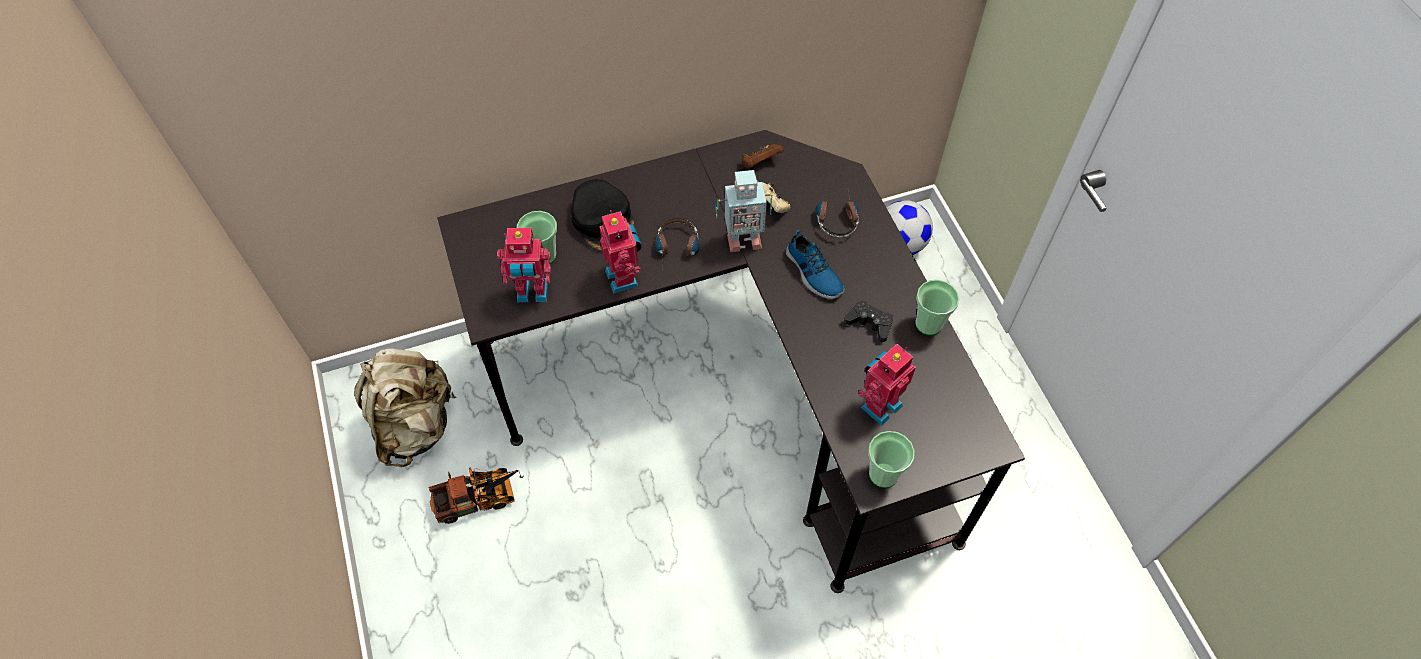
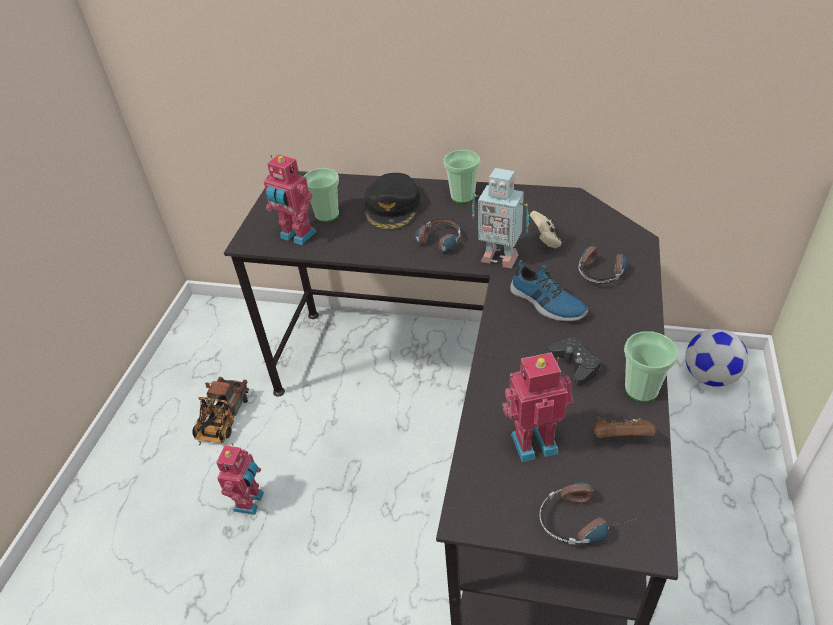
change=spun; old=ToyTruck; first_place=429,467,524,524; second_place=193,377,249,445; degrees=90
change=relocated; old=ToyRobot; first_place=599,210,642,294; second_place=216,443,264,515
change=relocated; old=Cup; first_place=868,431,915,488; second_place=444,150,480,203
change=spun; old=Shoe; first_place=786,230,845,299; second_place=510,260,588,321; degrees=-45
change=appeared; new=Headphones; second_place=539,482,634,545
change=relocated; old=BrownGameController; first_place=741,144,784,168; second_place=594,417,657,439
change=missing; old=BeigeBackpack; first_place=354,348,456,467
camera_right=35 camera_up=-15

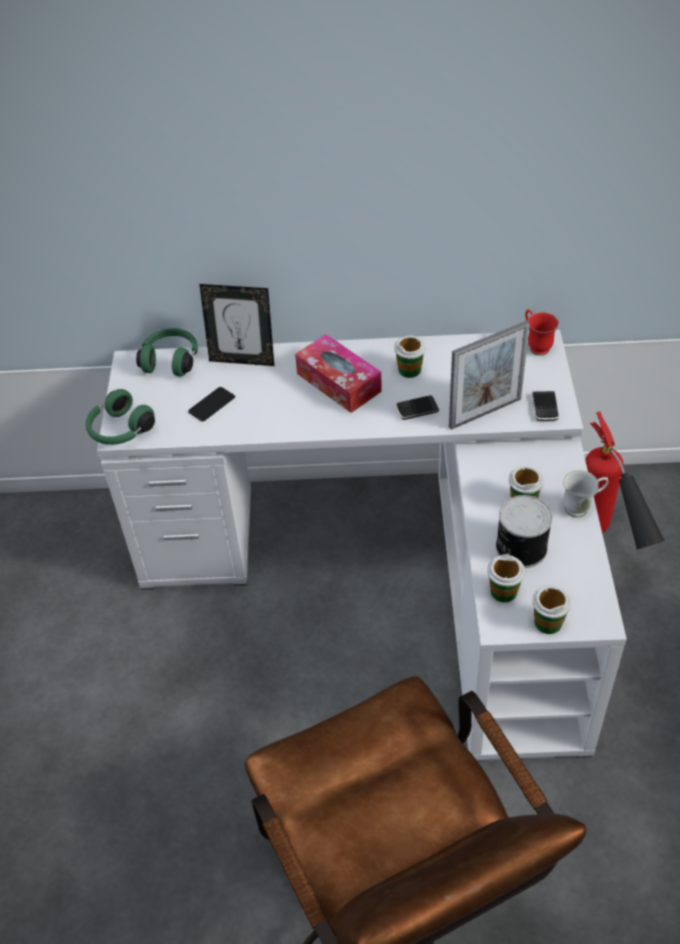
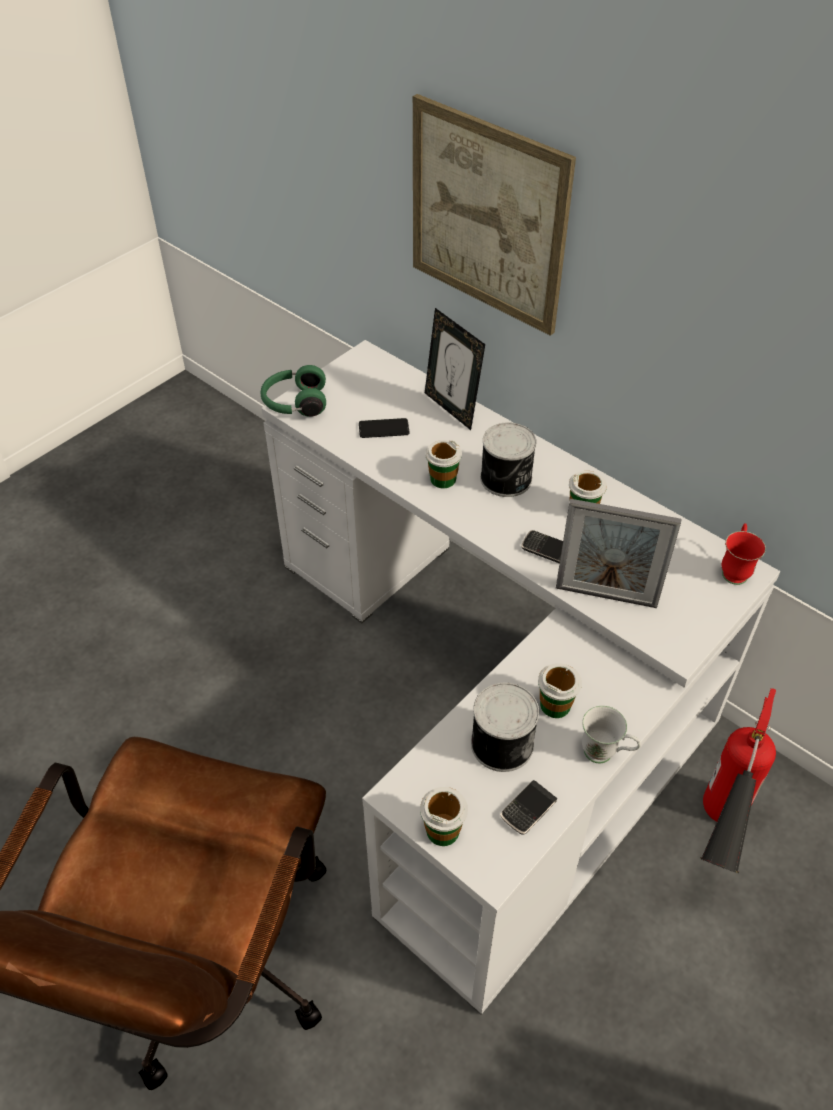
change=appeared; new=Picture; second_place=413,94,576,336
change=relocated; old=Cup; first_place=487,554,525,603; second_place=425,440,462,488
change=exchanged; old=TissueBox; new=Can; first_place=295,334,382,413; second_place=480,422,536,497
change=relocated; old=Phone; first_place=532,391,559,421; second_place=500,780,557,835
change=missing; old=GreenHeadphones; first_place=136,328,198,376
camera_right=40 camera_up=0

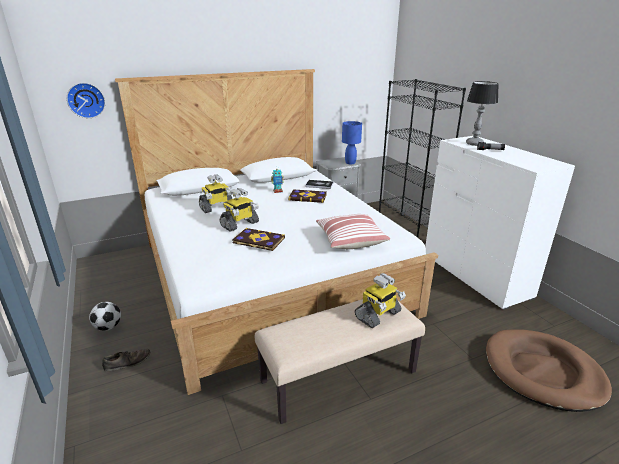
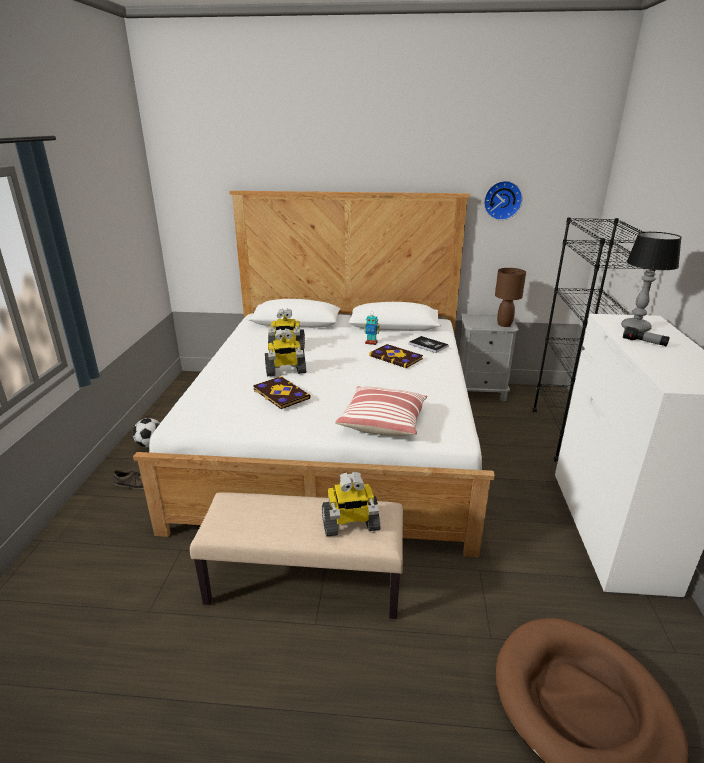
change=relocated; old=WallClock; first_place=67,83,105,118; second_place=484,181,523,220
change=colour; old=BlueTableLamp; new=BrownTableLamp; first_place=342,121,362,164; second_place=495,268,526,327
camera_right=30 camera_up=0

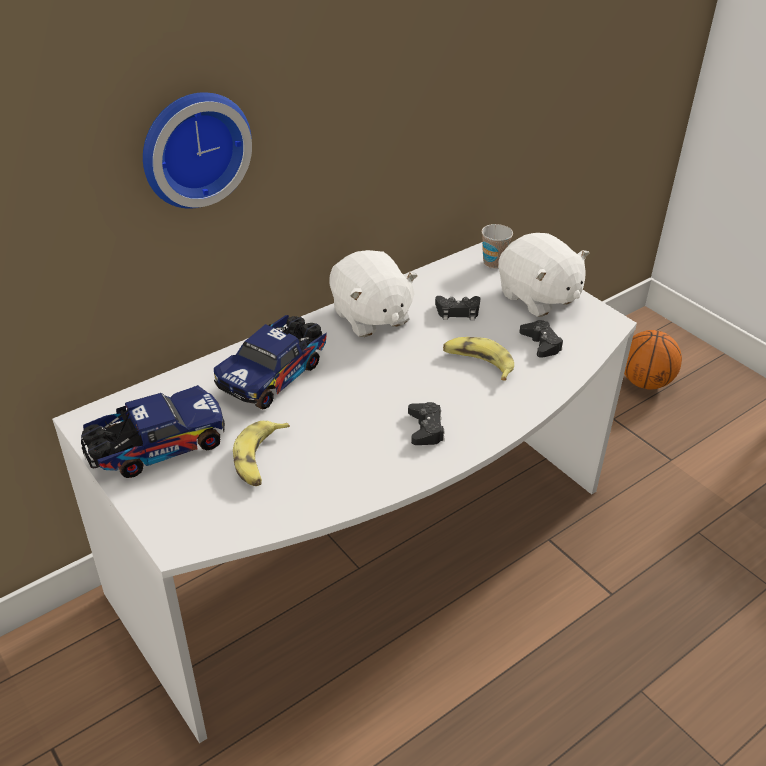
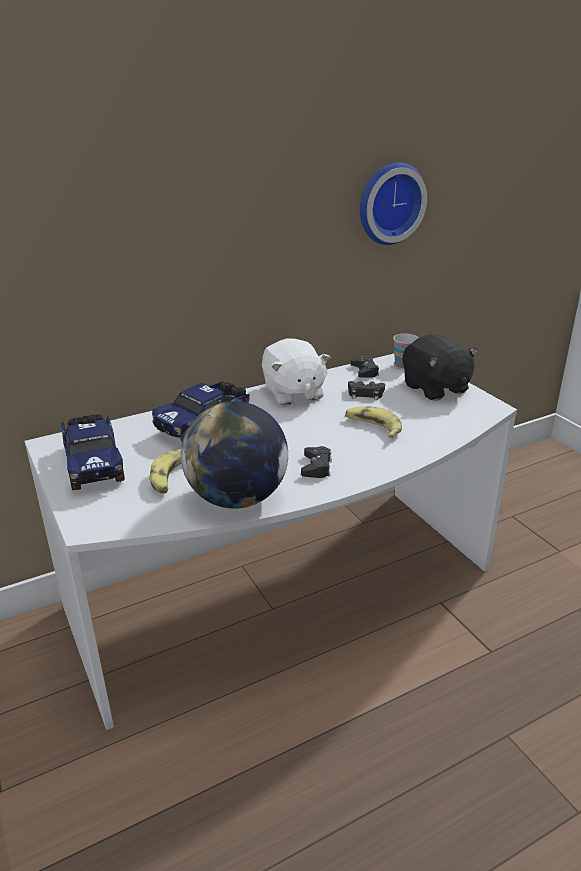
change=spun; old=ToyTruck; first_place=81,385,225,478; second_place=61,414,125,490; degrees=90
change=appeared; new=Globe; second_place=181,401,288,509
change=relocated; old=BlackGameController; first_place=519,320,563,358; second_place=351,356,379,378
change=relocated; old=WallClock; first_place=143,92,252,209; second_place=360,162,427,245
change=colour; old=WhitePlushToy; new=BlackPlushToy; first_place=498,233,589,317; second_place=403,334,478,401
change=missing; old=Basketball; first_place=624,330,682,389
camera_right=10 camera_up=-10

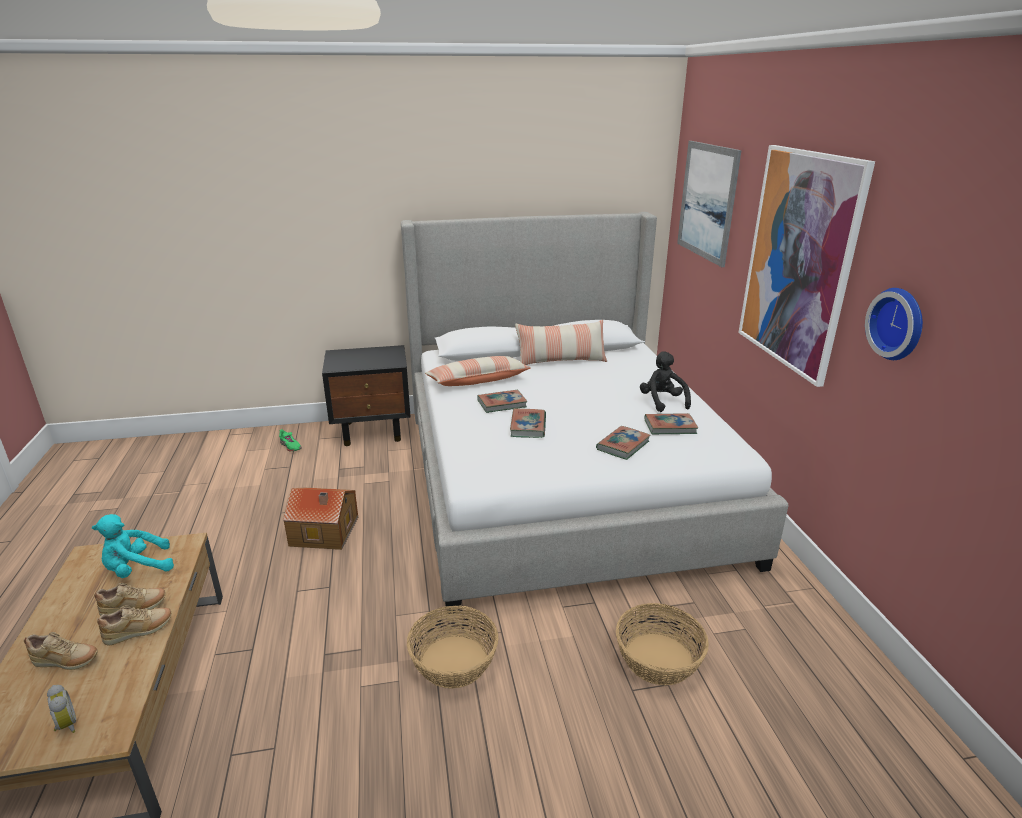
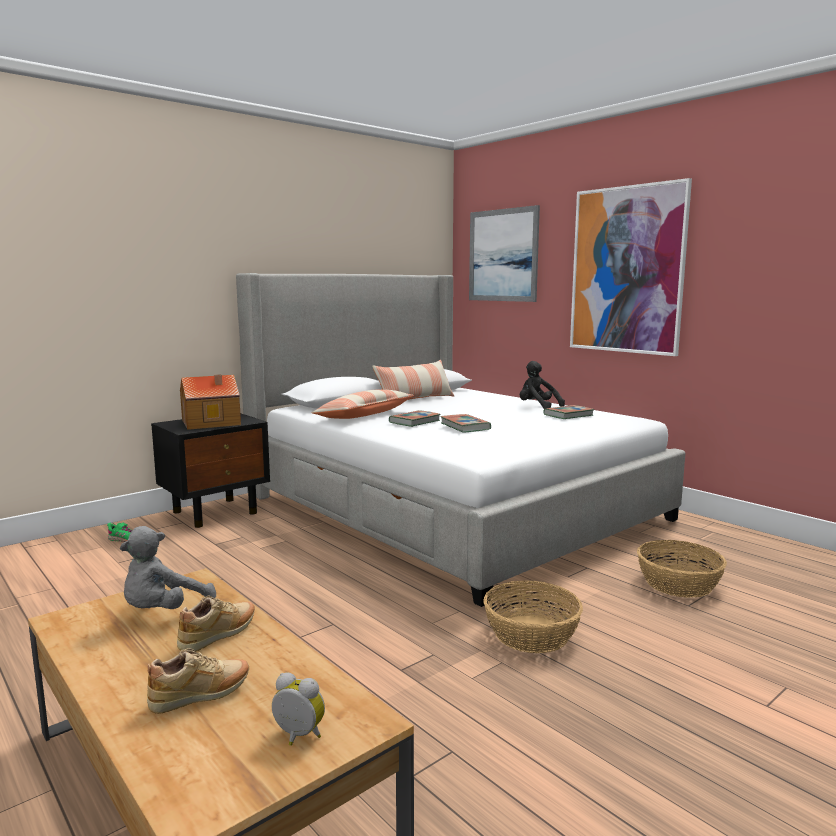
change=colour; old=TurquoisePlushToy; new=GreyPlushToy; first_place=92,514,174,578; second_place=120,526,216,609
change=relocated; old=ToyHouse; first_place=283,488,358,550; second_place=180,374,241,430
change=missing; old=BeigeShoe; first_place=97,606,172,646
change=missing; old=Book; first_place=596,426,651,460
change=missing; old=WallClock; first_place=865,288,923,360
camera_right=-30 camera_up=-15

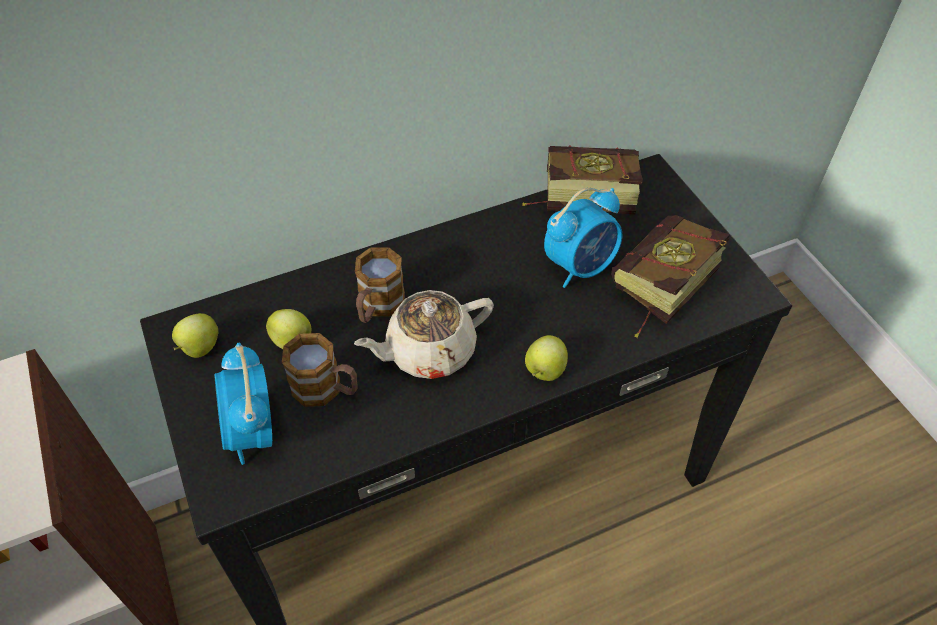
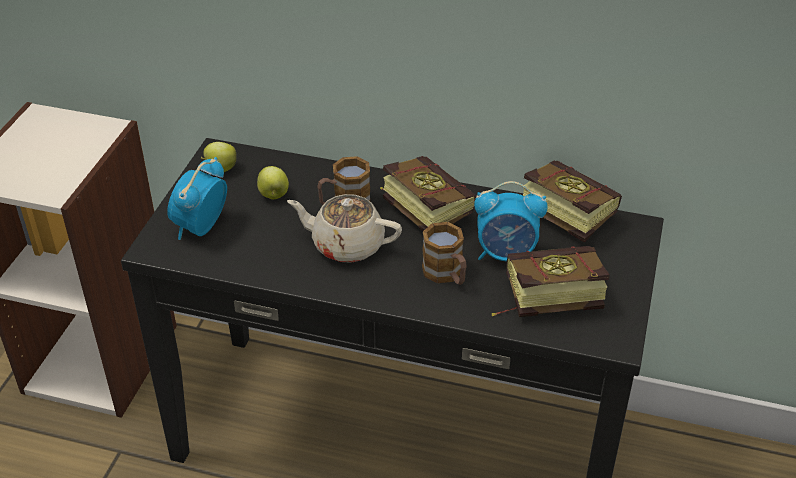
change=appeared; new=Book; second_place=380,156,476,231
change=relocated; old=Mug; first_place=282,333,358,407; second_place=422,222,466,285
change=missing; old=Apple; first_place=525,335,568,381
camera_right=40 camera_up=-10

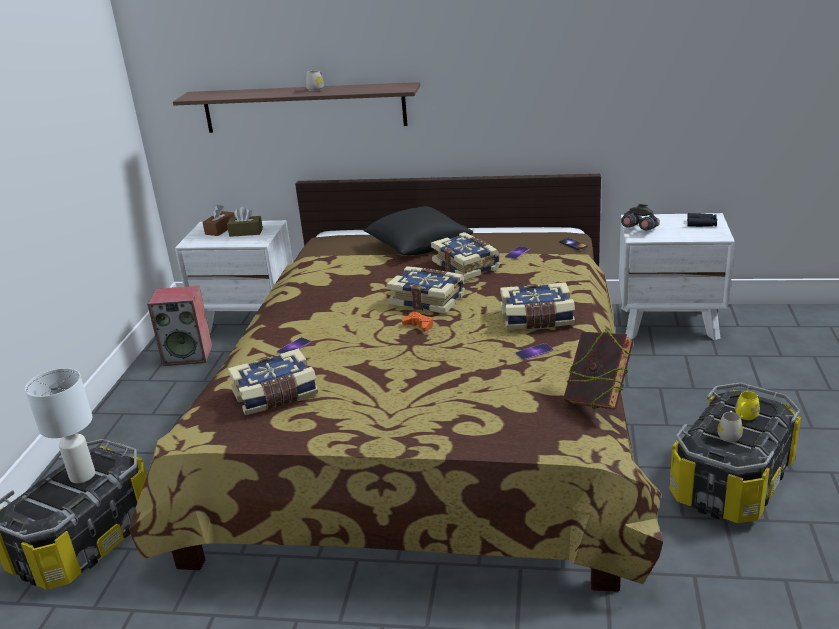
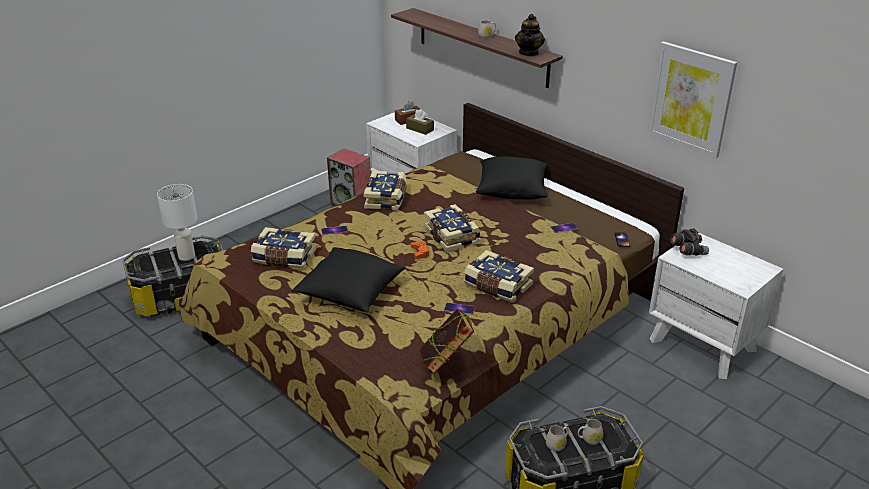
change=appeared; new=BlackPillow; second_place=292,247,405,313
change=relocated; old=Book; first_place=431,232,500,281; second_place=364,171,406,211
change=appeared; new=Teapot; second_place=515,14,545,56
change=colour; old=YellowMug; new=WhiteMug; first_place=735,391,760,420; second_place=578,419,603,445
change=appeared; new=Picture; second_place=647,41,737,158
change=missing; old=BlackBinoculars; first_place=687,213,717,227
camera_right=35 camera_up=5

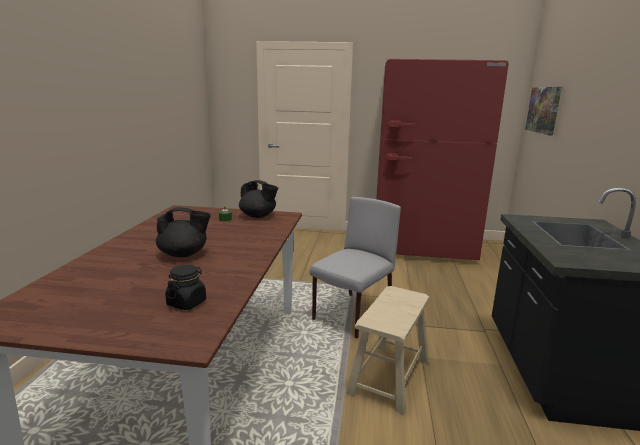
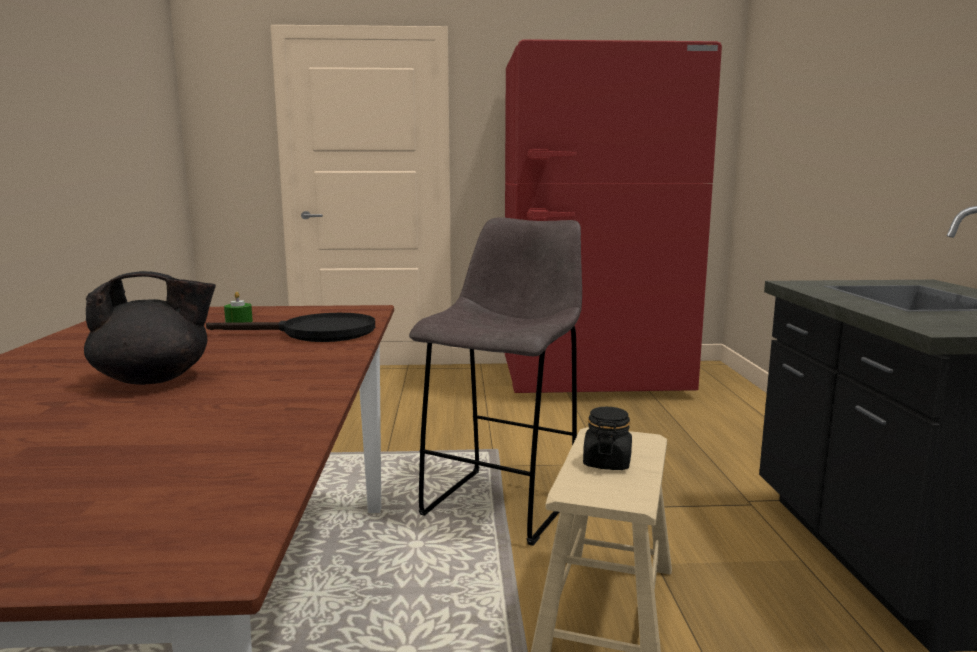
change=appeared; new=BlackFryingPan; second_place=206,313,375,342
change=exchanged; old=GreyChair; new=GreyStool; first_place=309,197,401,339; second_place=409,217,582,546
change=relocated; old=BlackJar; first_place=165,265,206,310; second_place=583,407,632,470
change=missing; old=BlackTeapot; first_place=239,180,278,218
change=missing; old=Picture; first_place=525,87,562,135
camera_right=-10 camera_up=-5

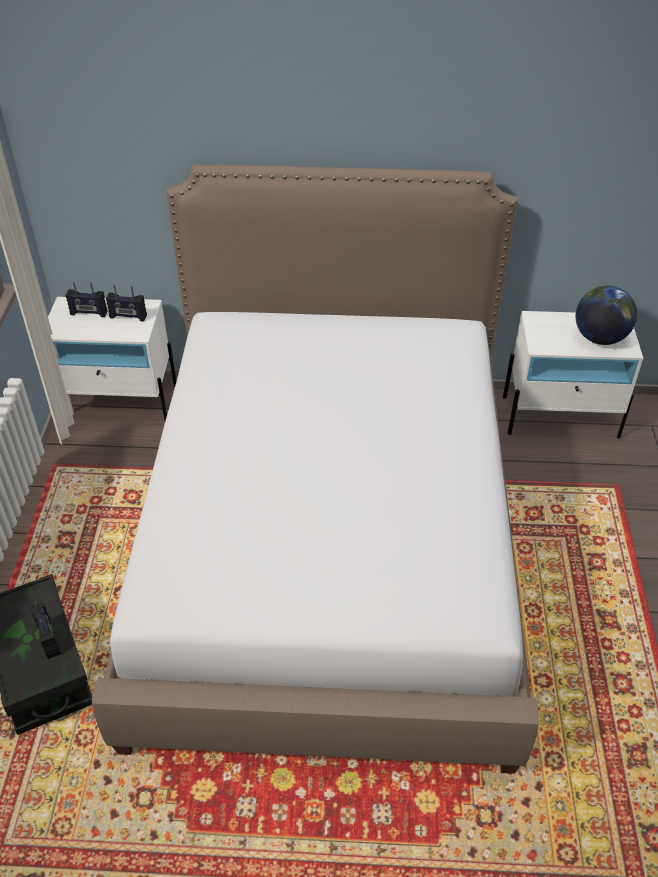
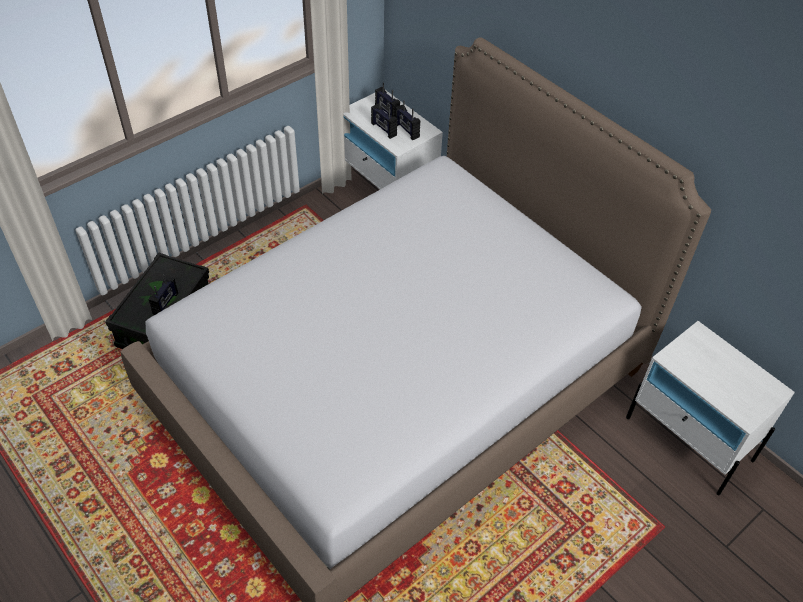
change=appeared; new=Radio; second_place=371,99,397,139
change=missing; old=Globe; first_place=576,286,637,345
camera_right=45 camera_up=5

